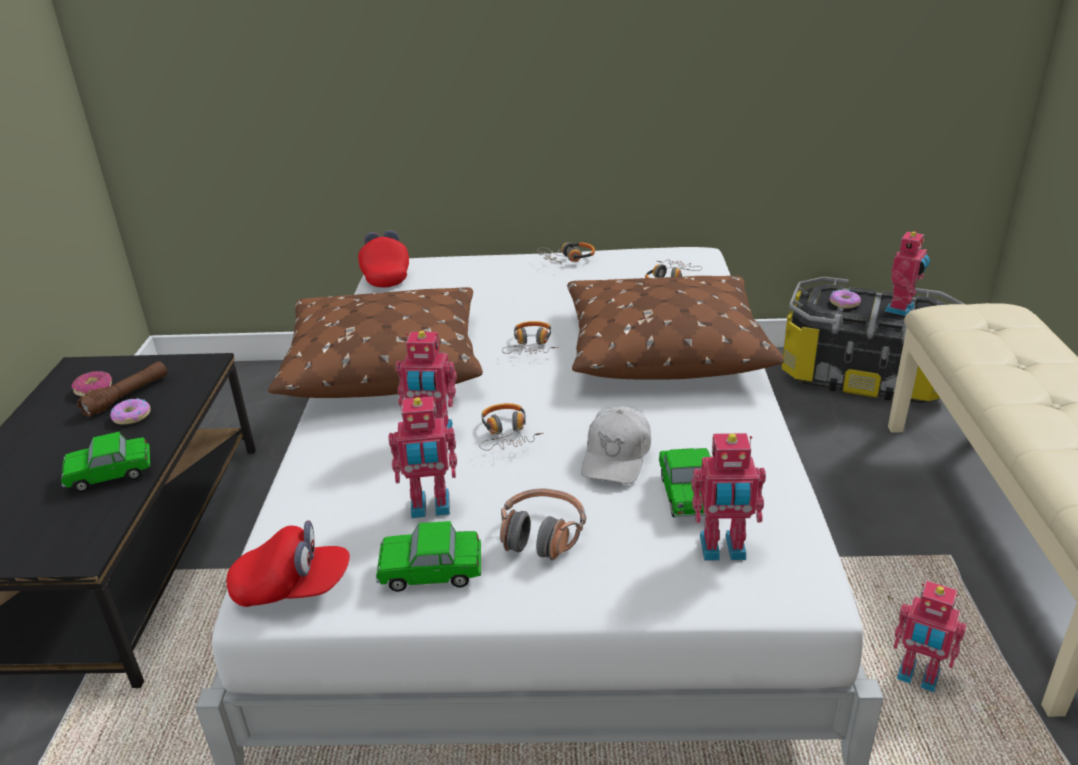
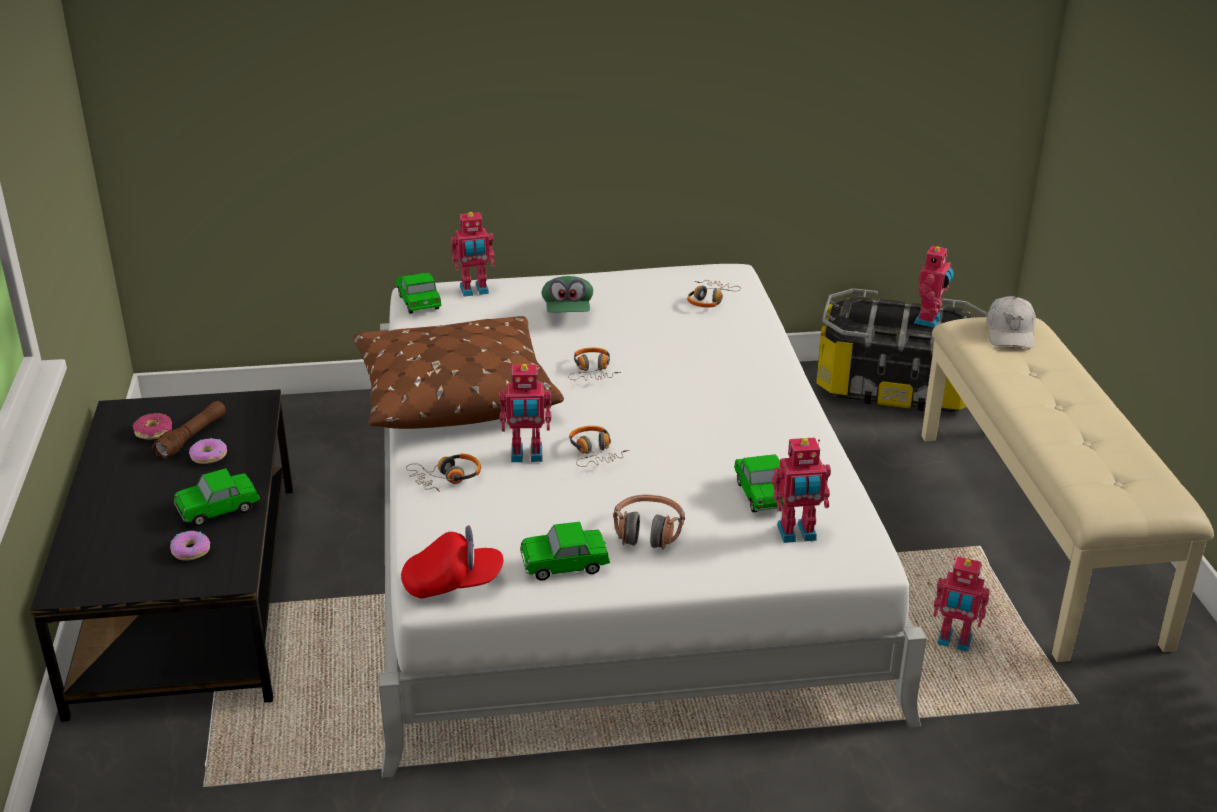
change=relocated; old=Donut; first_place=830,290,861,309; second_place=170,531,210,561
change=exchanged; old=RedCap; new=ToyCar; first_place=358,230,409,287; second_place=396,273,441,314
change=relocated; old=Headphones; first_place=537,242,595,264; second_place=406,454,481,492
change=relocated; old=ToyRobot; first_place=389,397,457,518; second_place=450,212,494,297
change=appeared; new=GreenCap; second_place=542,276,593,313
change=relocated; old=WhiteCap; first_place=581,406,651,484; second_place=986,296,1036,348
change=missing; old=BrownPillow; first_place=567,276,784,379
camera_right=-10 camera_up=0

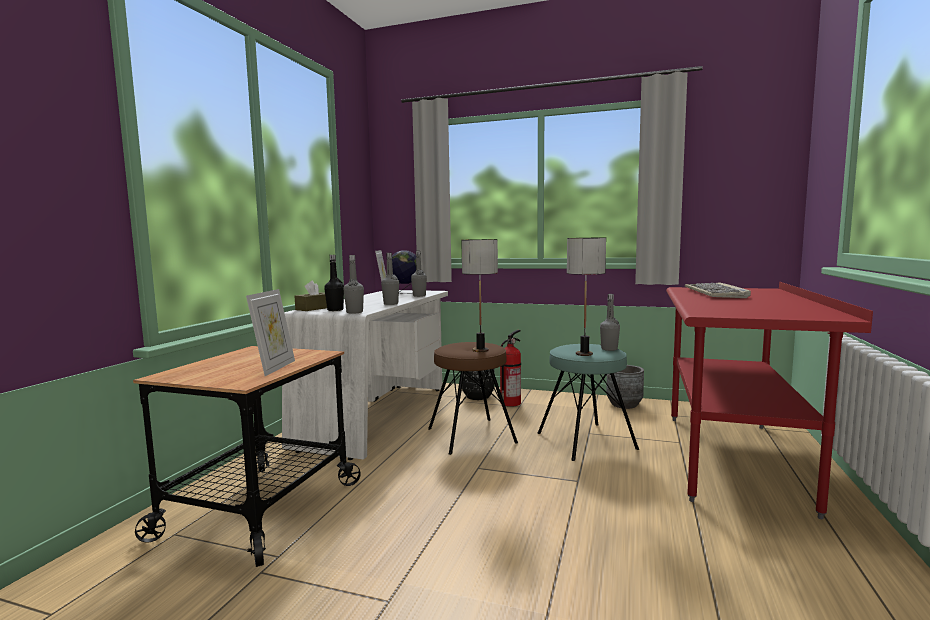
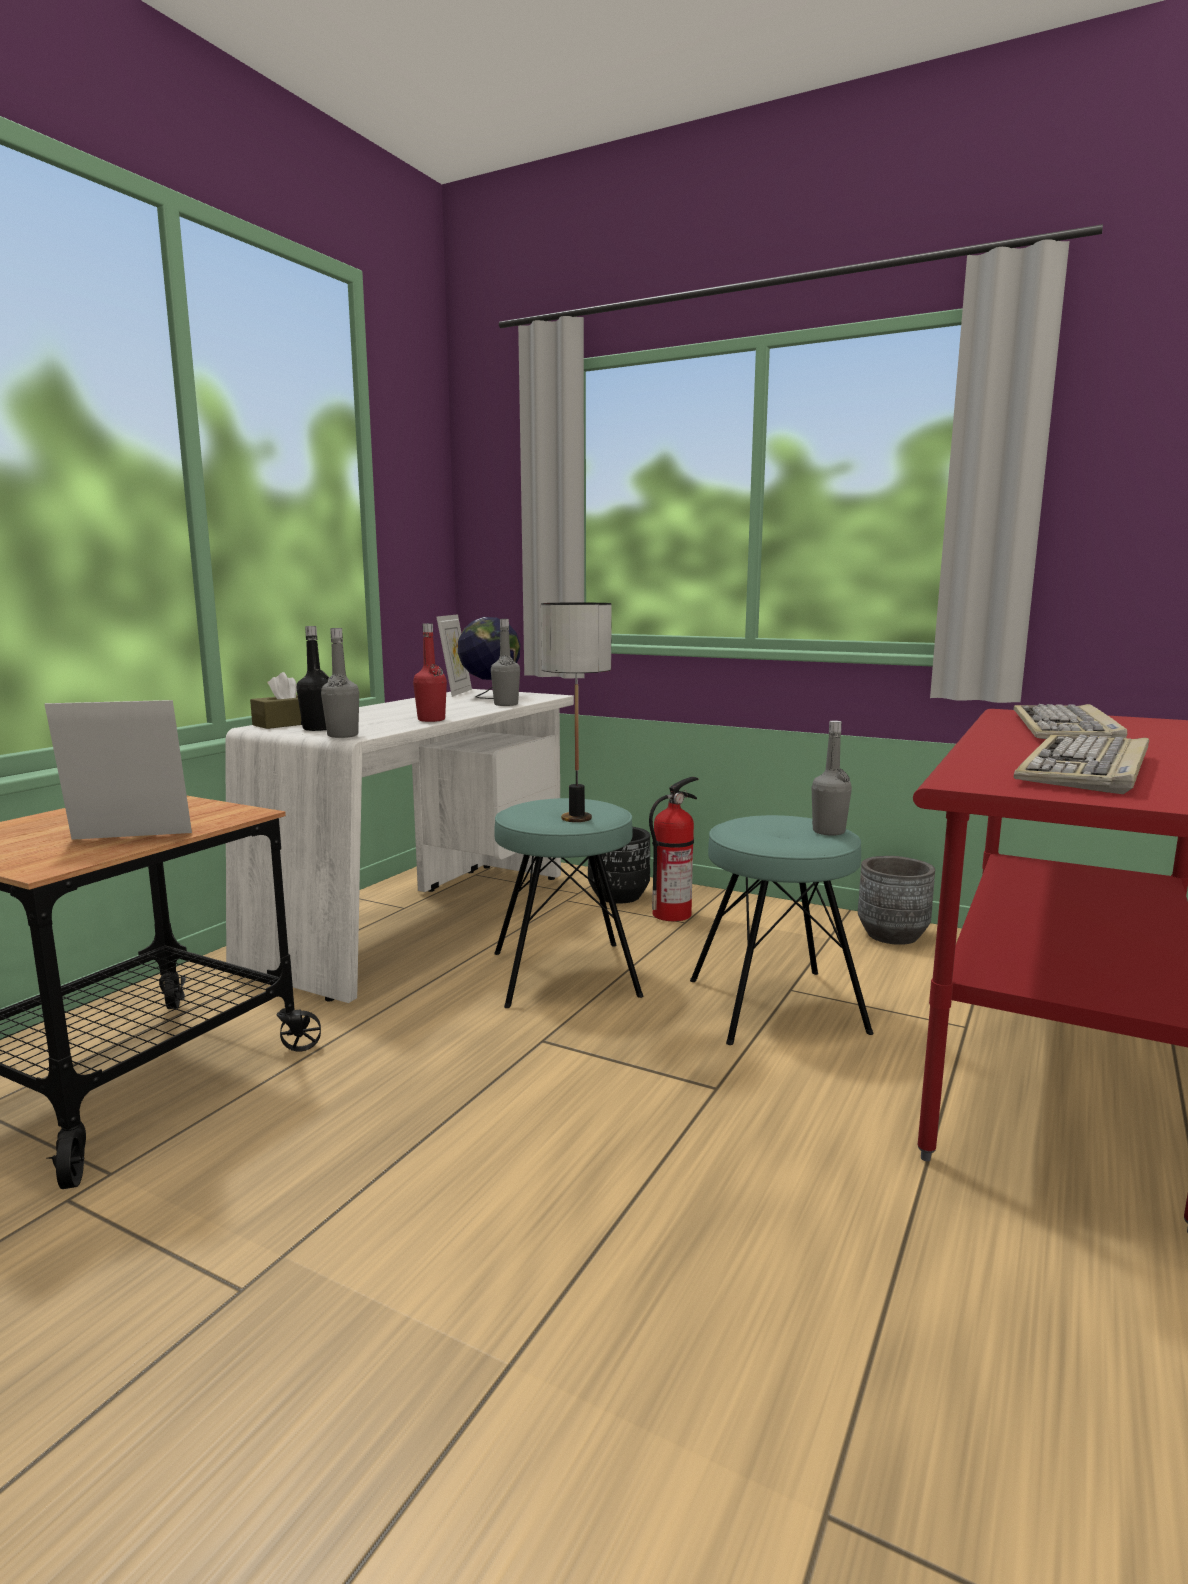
change=spun; old=PictureFrame; first_place=246,289,295,376; second_place=44,700,192,840; degrees=-120
change=colour; old=GreyBottle; new=RedBottle; first_place=381,253,399,305; second_place=413,623,447,722
change=colour; old=BrownStool; new=TurquoiseStool; first_place=428,342,518,455; second_place=494,798,643,1008
change=appeared; new=Keyboard; second_place=1014,734,1149,794
change=missing; old=TableLamp; first_place=567,237,606,356
camera_right=10 camera_up=5

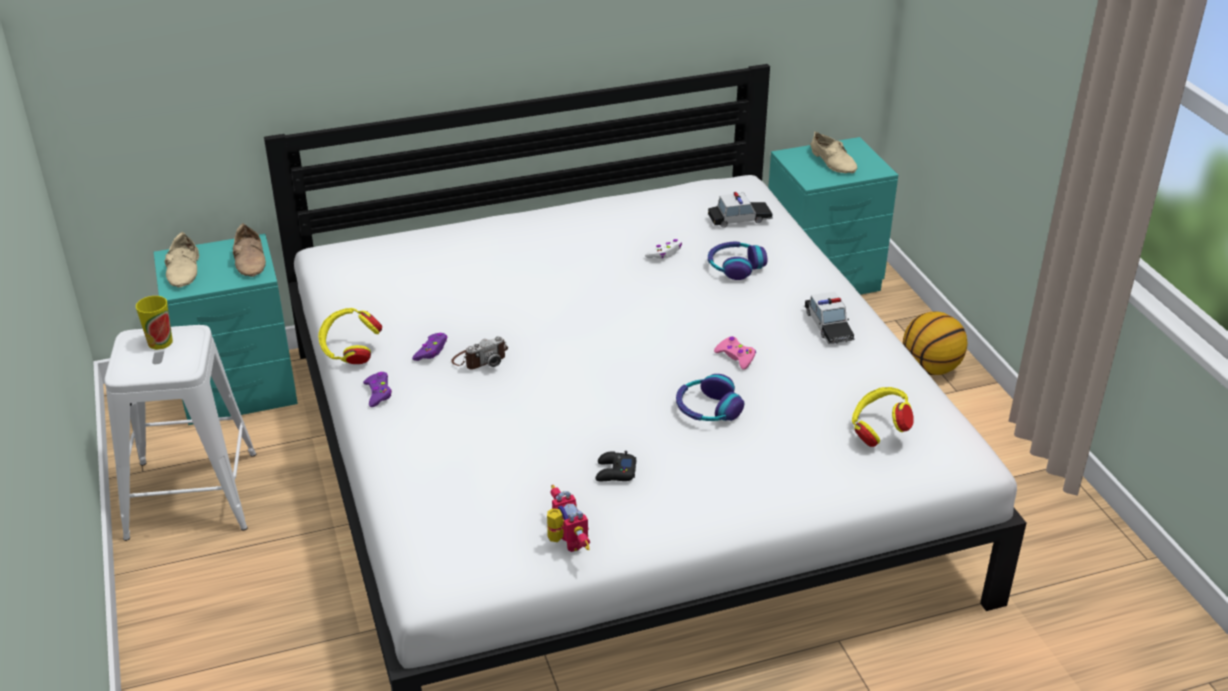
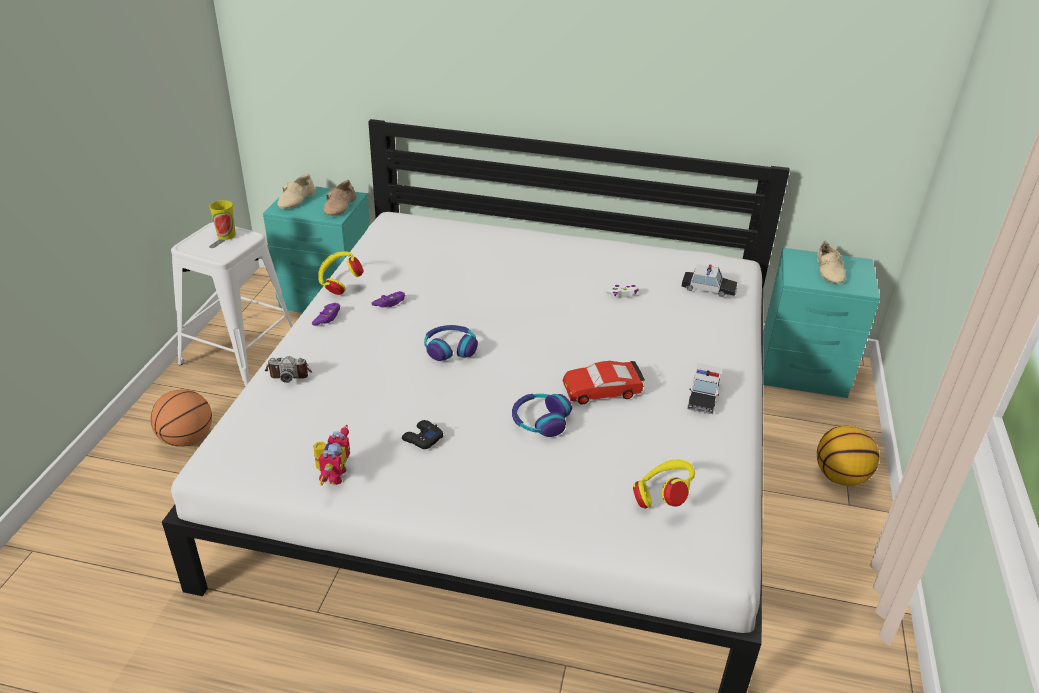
change=appeared; new=Basketball; second_place=150,389,212,447
change=relocated; old=PhotoCamera; first_place=451,336,508,370; second_place=264,356,312,383
change=relocated; old=Headphones; first_place=708,241,768,280; second_place=424,325,478,361
change=exchanged; old=PinkGameController; new=RedToyCar; first_place=714,336,756,370; second_place=563,361,645,404
camera_right=30 camera_up=0

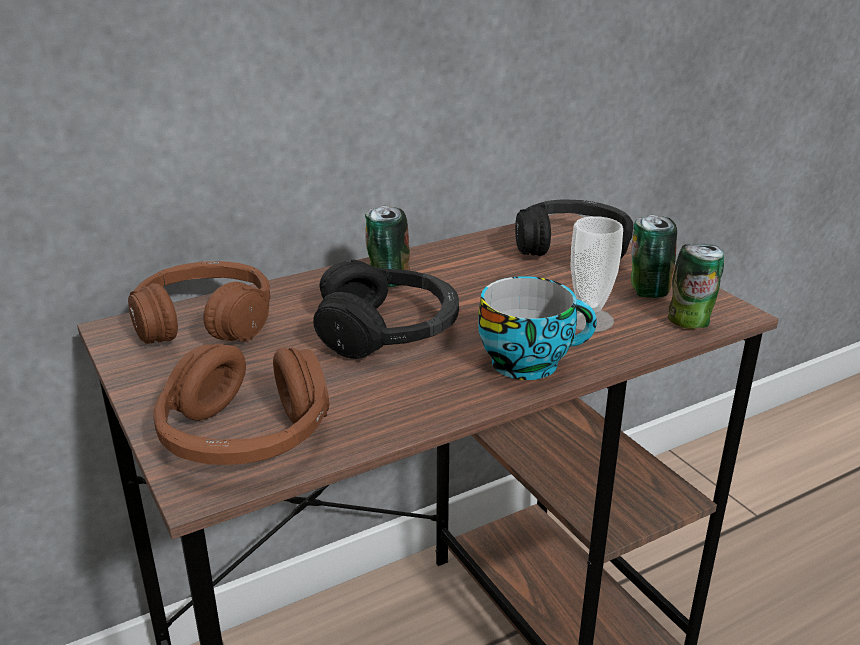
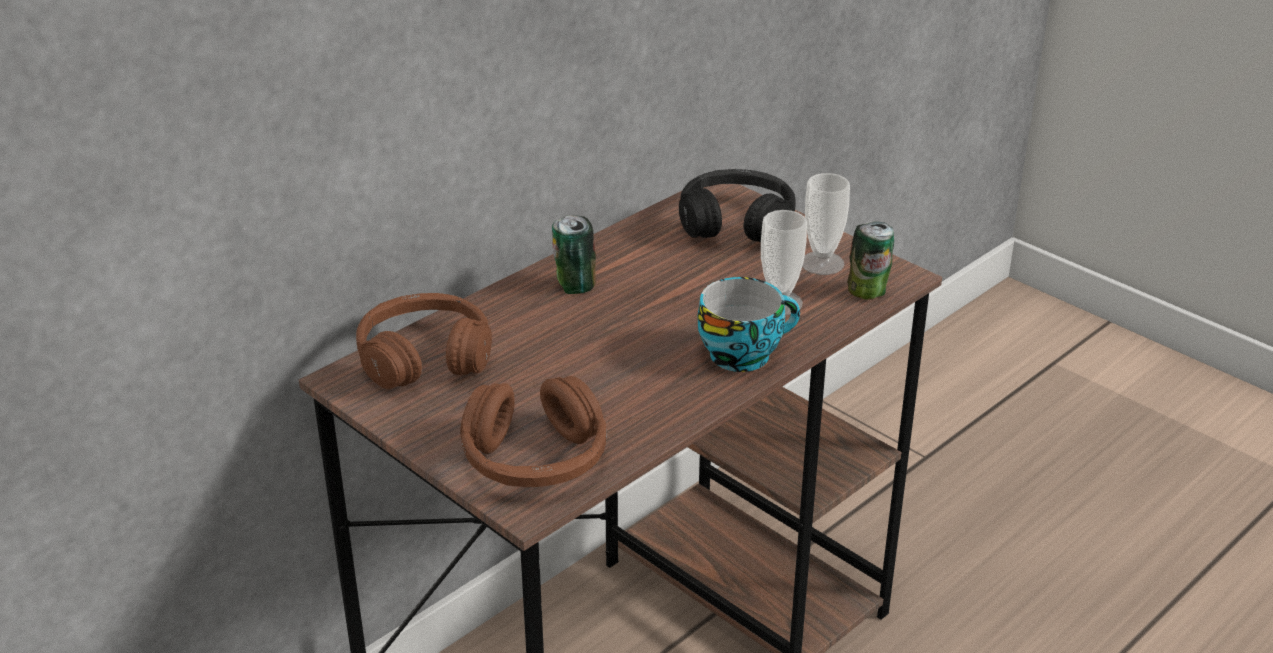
change=exchanged; old=Can; new=Cup; first_place=631,215,677,298; second_place=802,173,850,275
change=missing; old=BlackHeadphones; first_place=313,260,459,359
camera_right=-15 camera_up=5

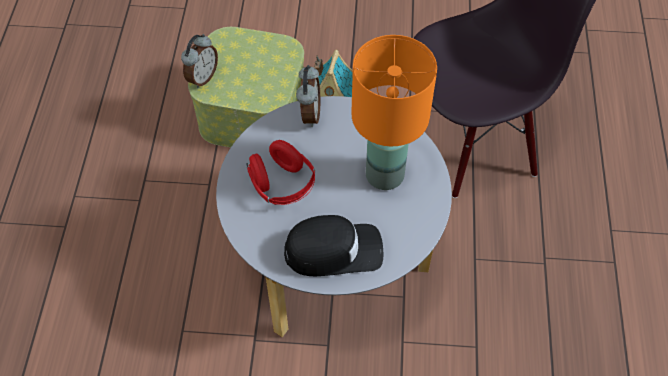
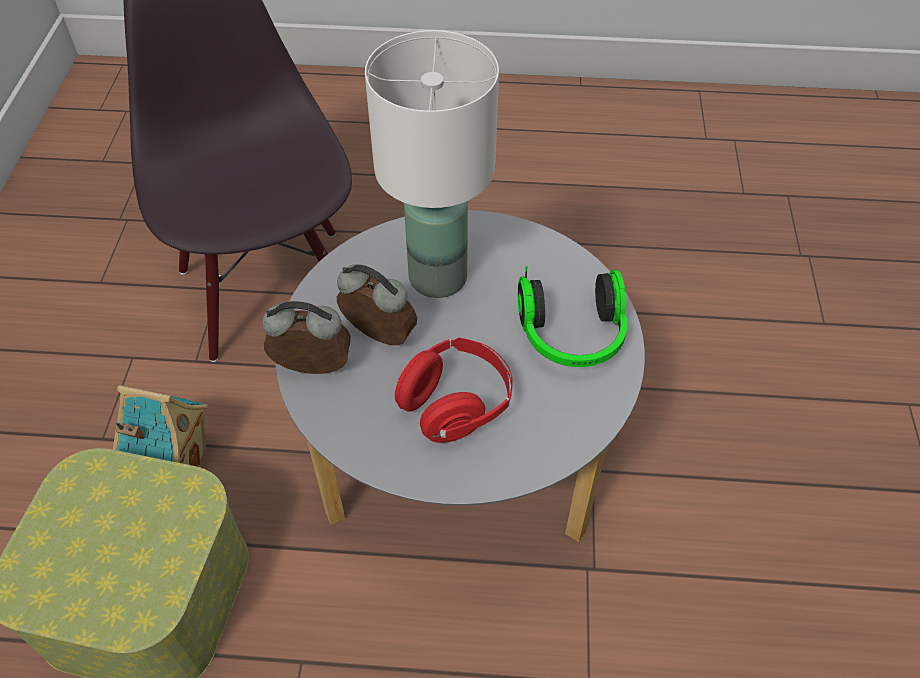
change=relocated; old=AlarmClock; first_place=181,34,218,88; second_place=337,264,417,345
change=colour; old=OrangeTableLamp; new=WhiteTableLamp; first_place=351,35,437,190; second_place=365,30,499,298
change=exchanged; old=BlackCap; new=Headphones; first_place=284,215,383,276; second_place=518,266,627,367
camera_right=-90 camera_up=-5

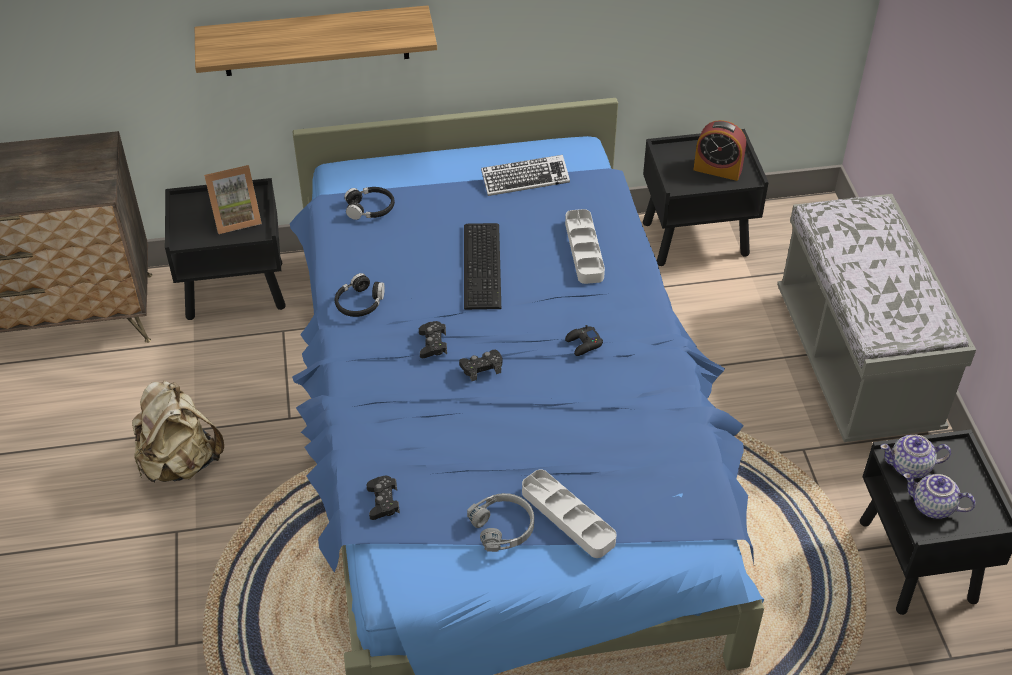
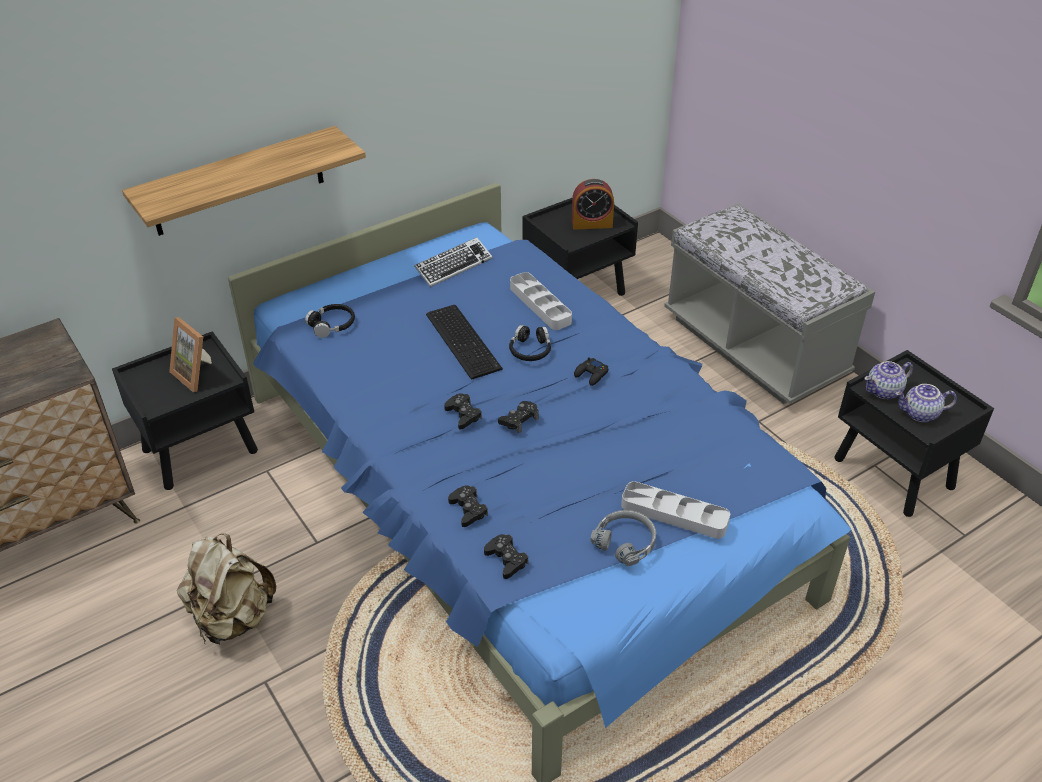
change=spun; old=PictureFrame; first_place=204,165,262,234; second_place=169,317,212,392; degrees=90
change=appeared; new=BlackGameController; second_place=448,485,488,527
change=relocated; old=BlackHeadphones; first_place=335,273,385,317; second_place=509,325,551,361
camera_right=-25 camera_up=-5

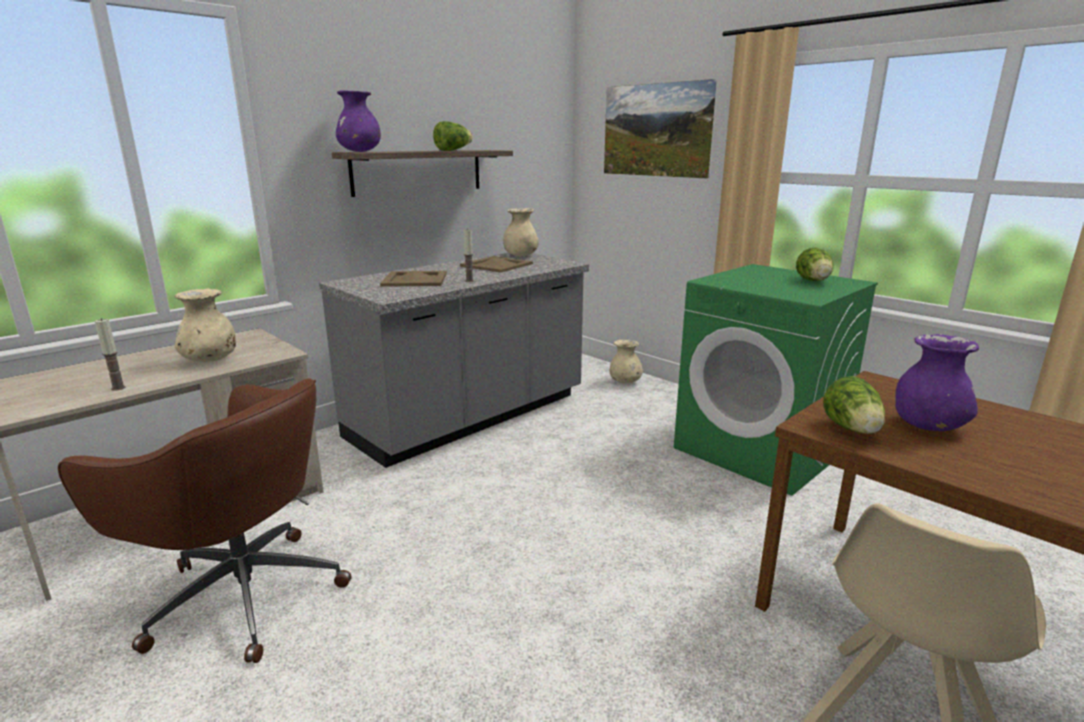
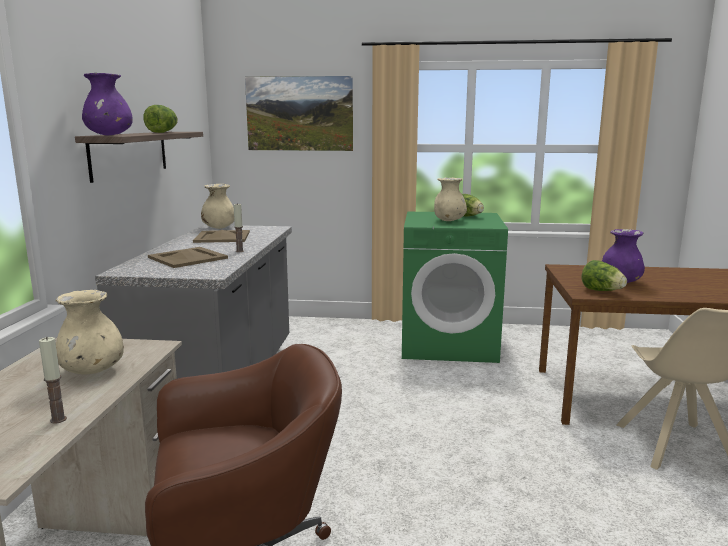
change=relocated; old=BeigeVase; first_place=610,340,643,384; second_place=434,177,467,221
camera_right=-40 camera_up=-5

